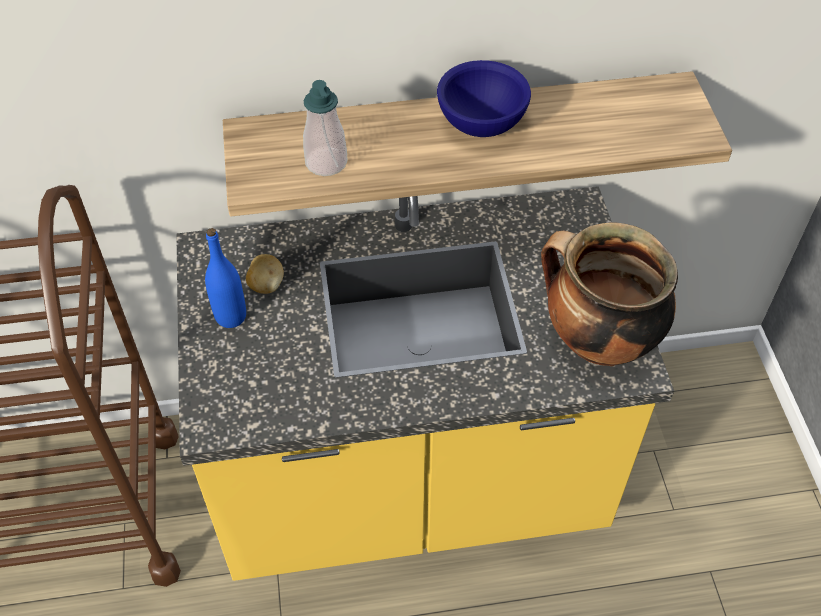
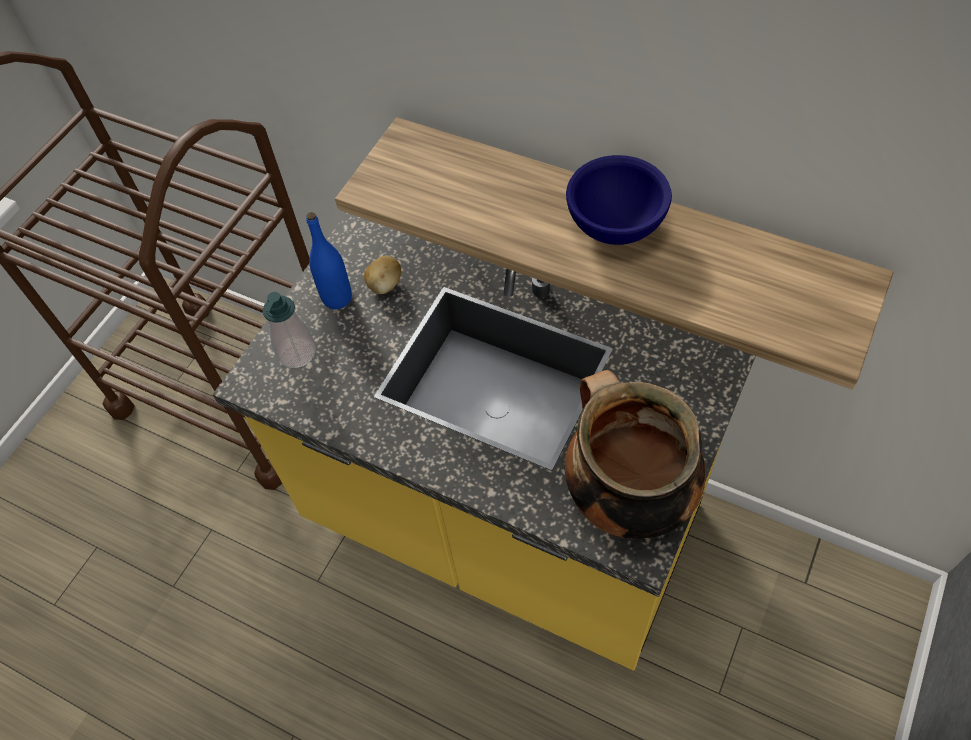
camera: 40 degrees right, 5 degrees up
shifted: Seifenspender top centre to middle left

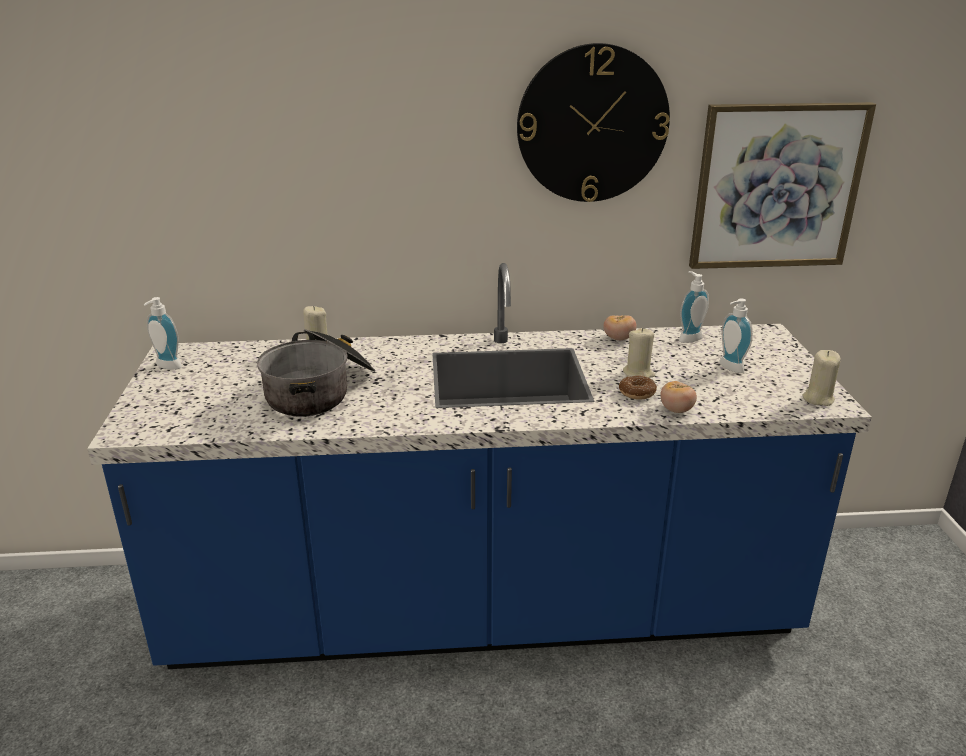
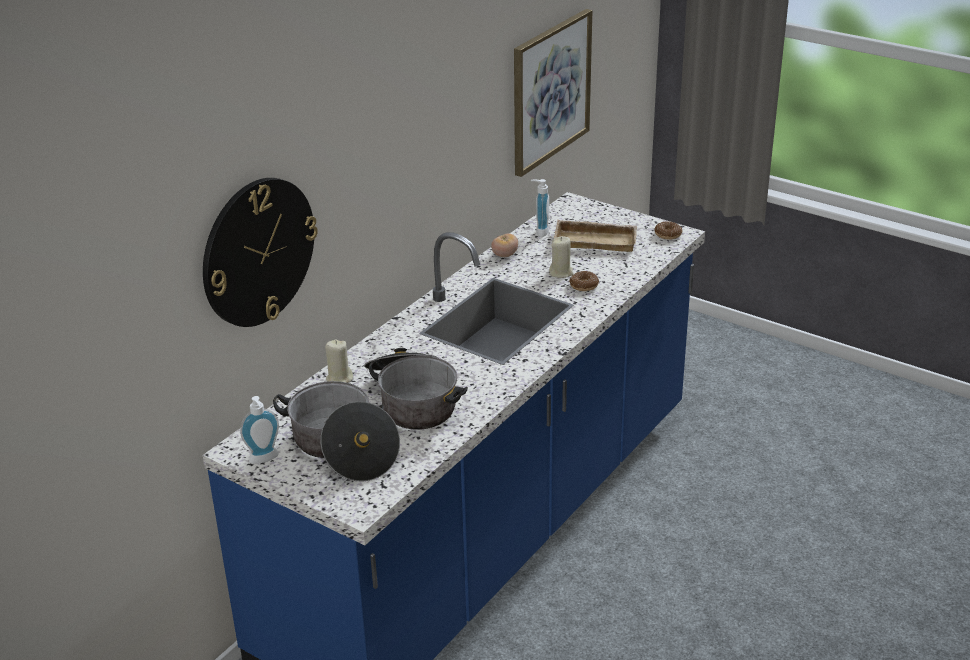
camera: 50 degrees left, 5 degrees up
gone: Tomate (no. 2 from left) middle right
new: Kochtopf (no. 1 from left) centre
shifted: Wanduhr top centre to middle left
swapped: Seifenspender (no. 3 from left) middle right to Tablett (beige) centre; Kerze (beige) (no. 3 from left) middle right to Donut (no. 2 from left) middle right

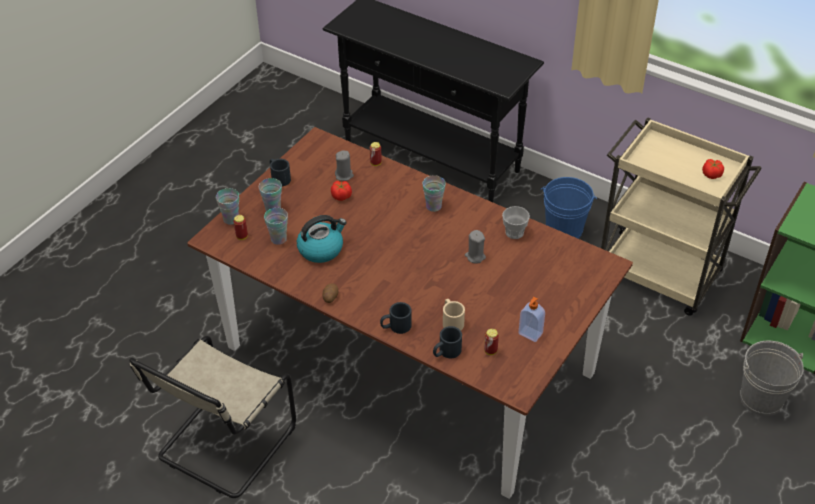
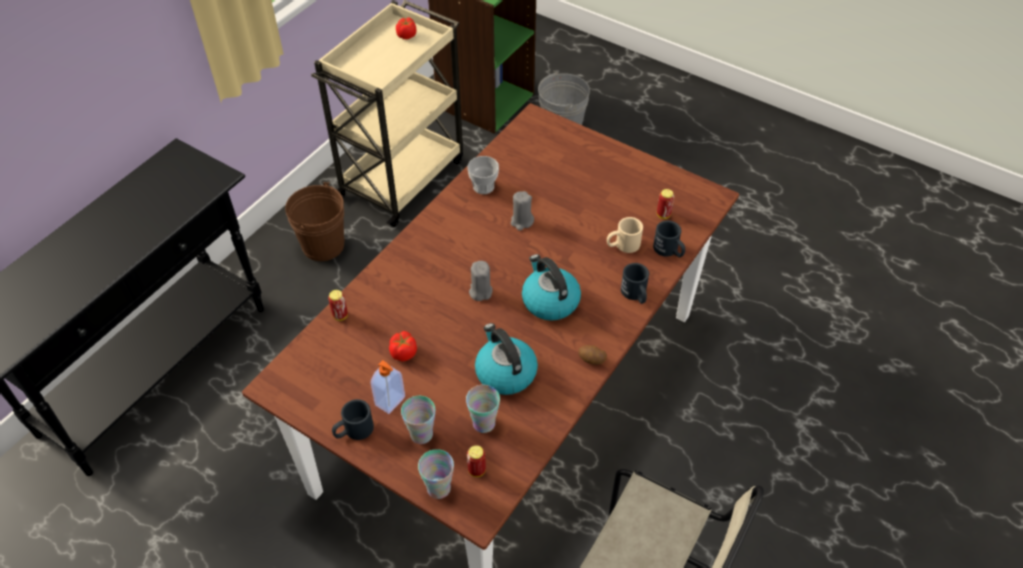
camera: 90 degrees left, 5 degrees up
gone: Tasse (no. 4 from left) centre
new: Wasserkessel (no. 2 from left) centre
shifted: Seifenspender centre to bottom centre; Kerze (grau) (no. 1 from left) top centre to centre
repainted: Eimer (blau) middle right to Eimer (braun) middle left

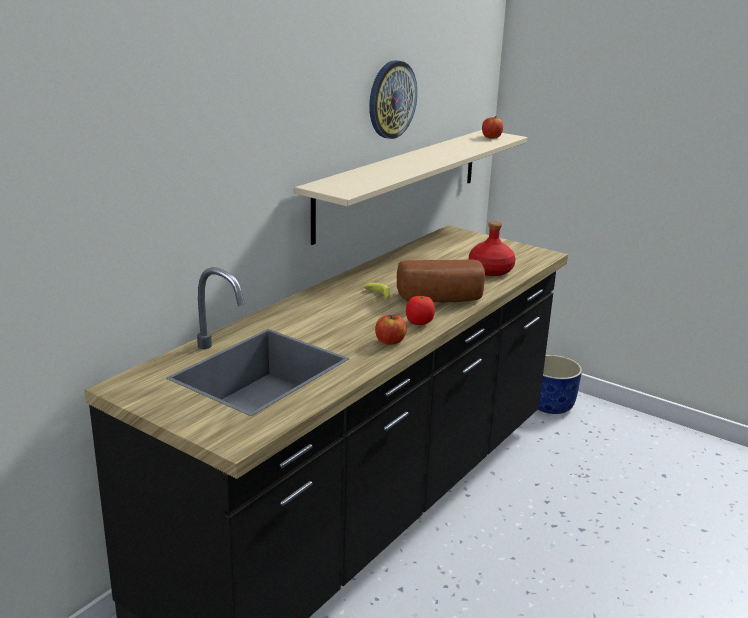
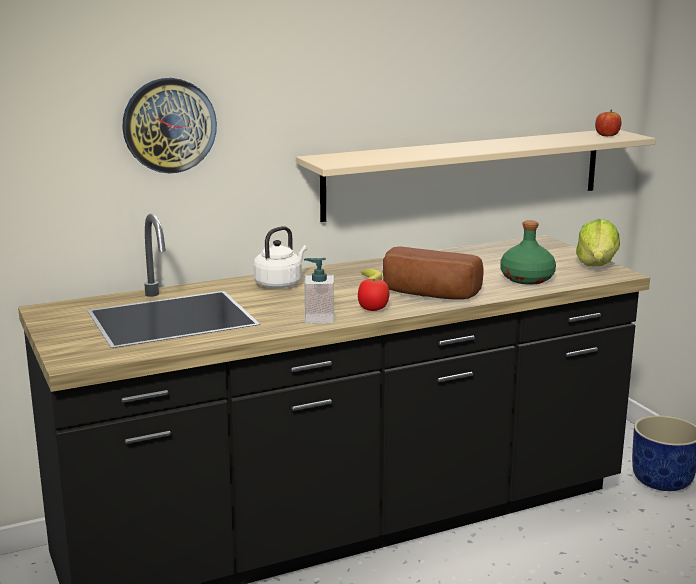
camera: 30 degrees right, 5 degrees down
new: Wasserkessel (weiß) centre; Salatkopf middle right
shifted: Wanduhr top centre to top left
swapped: Apfel (no. 1 from left) centre to Seifenspender centre
repainted: Flasche (rot) centre to Flasche (grün) middle right

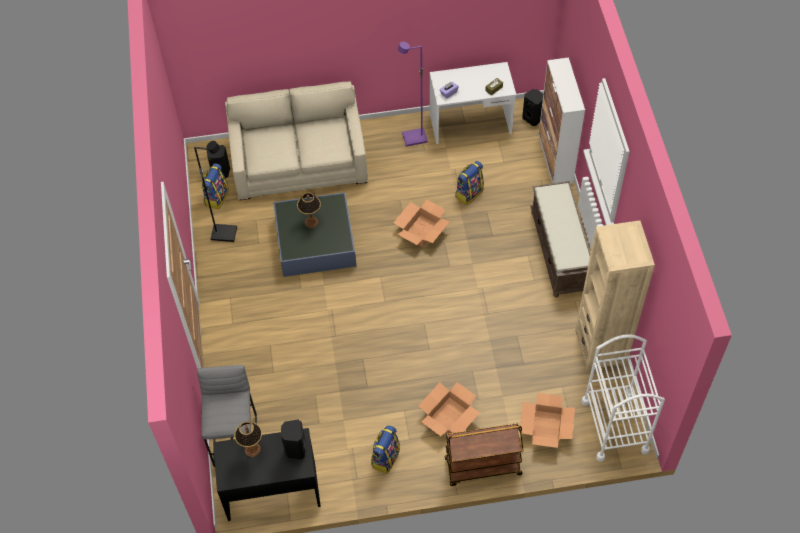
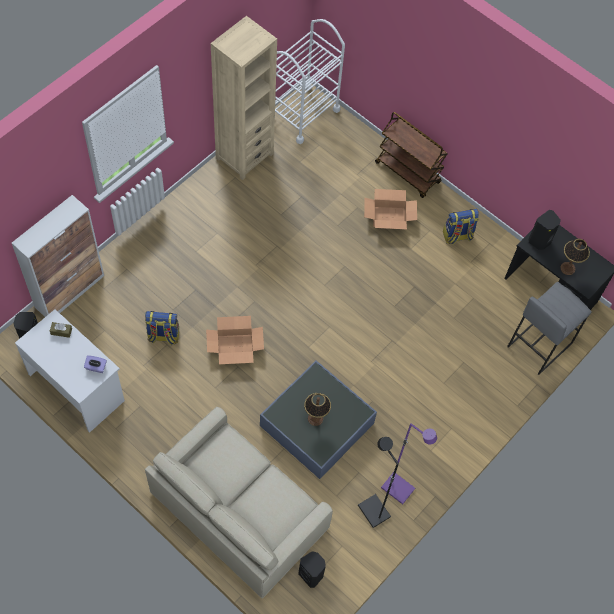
camera: 135 degrees left, 5 degrees up
gone: Rucksack (no. 1 from left) middle left; Karton (no. 3 from left) bottom right; Bank (braun) middle right
shifted: Stehlampe (lila) top centre to bottom centre

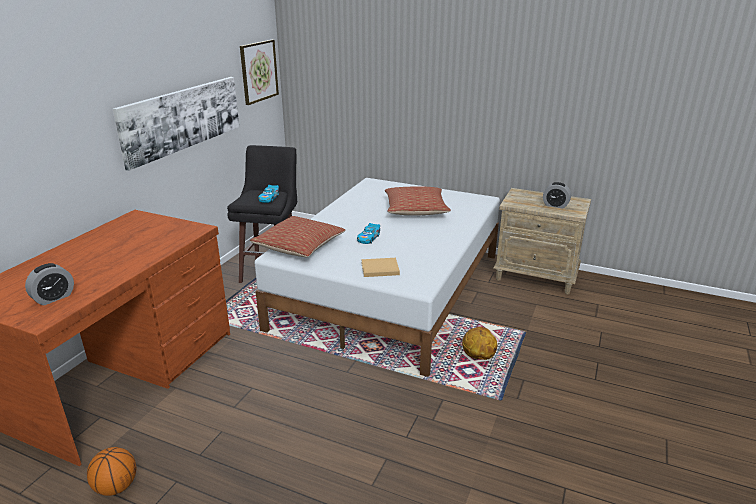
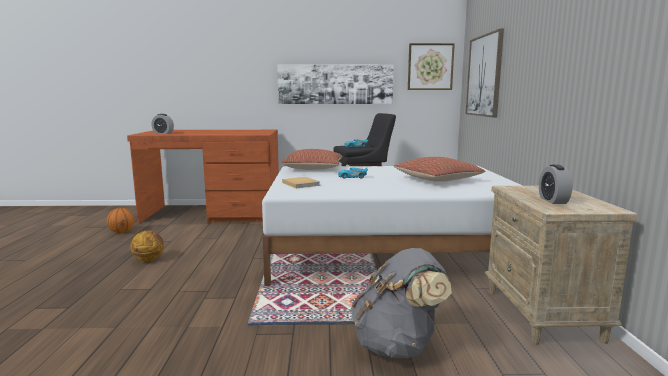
camera: 65 degrees right, 15 degrees down
new: Rucksack (grau) bottom centre; Bild (no. 3 from left) top right
shifted: Basketball (no. 2 from left) bottom centre to middle left

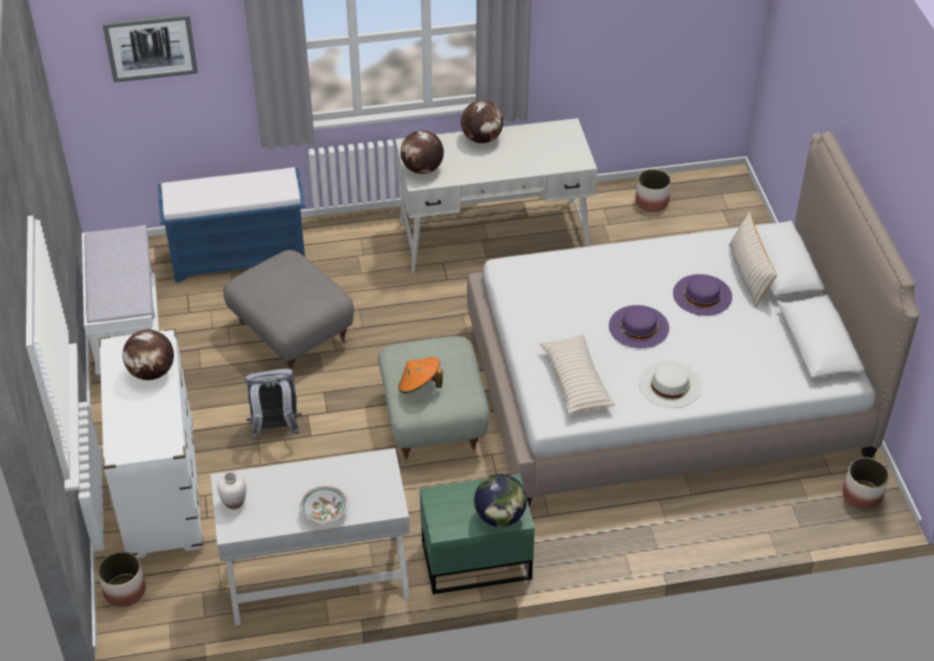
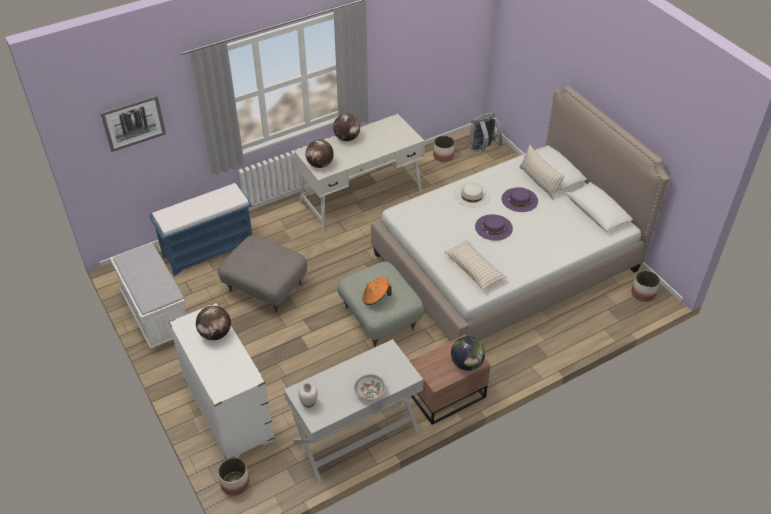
camera: 20 degrees left, 0 degrees up
shifted: Hut (weiß) middle right to centre; Rucksack (grau) middle left to top centre
repainted: Nachttisch (grün) bottom centre to Nachttisch (braun) bottom centre

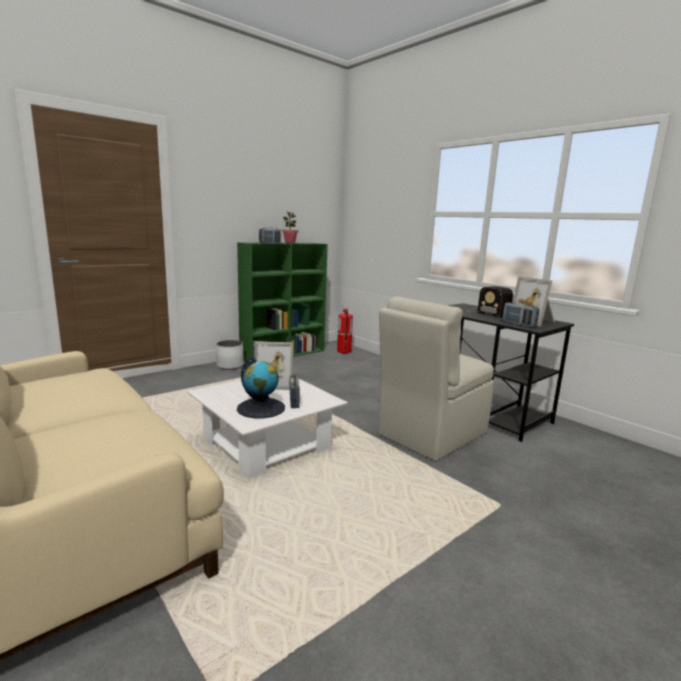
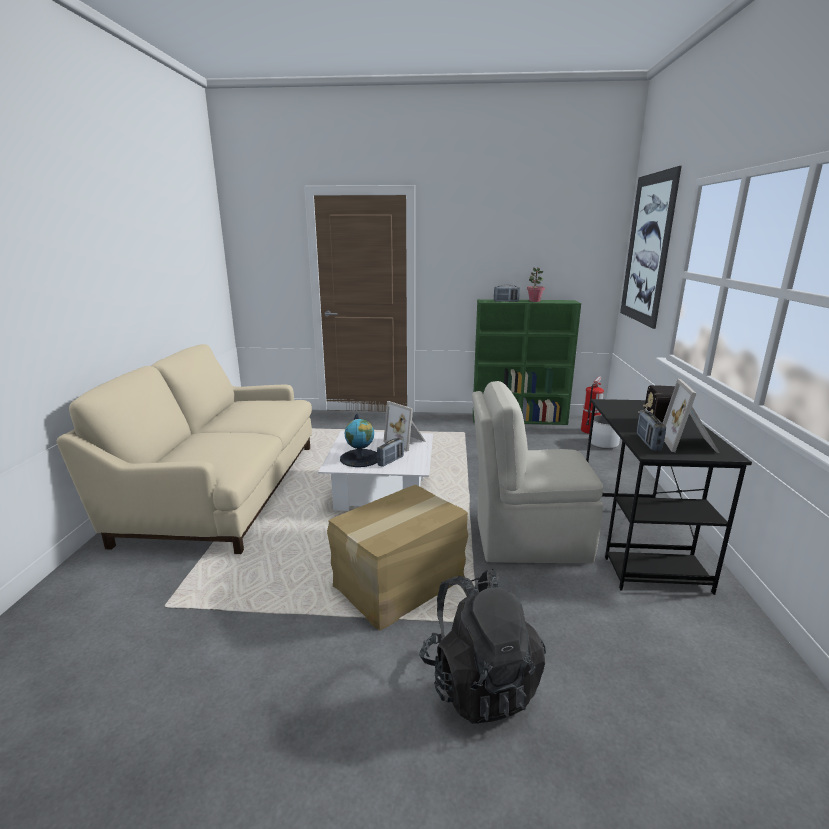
camera: 45 degrees right, 5 degrees up
new: Karton bottom centre; Rucksack (schwarz) bottom centre; Bild top right
shifted: Pflanzkübel (weiß) centre to middle right

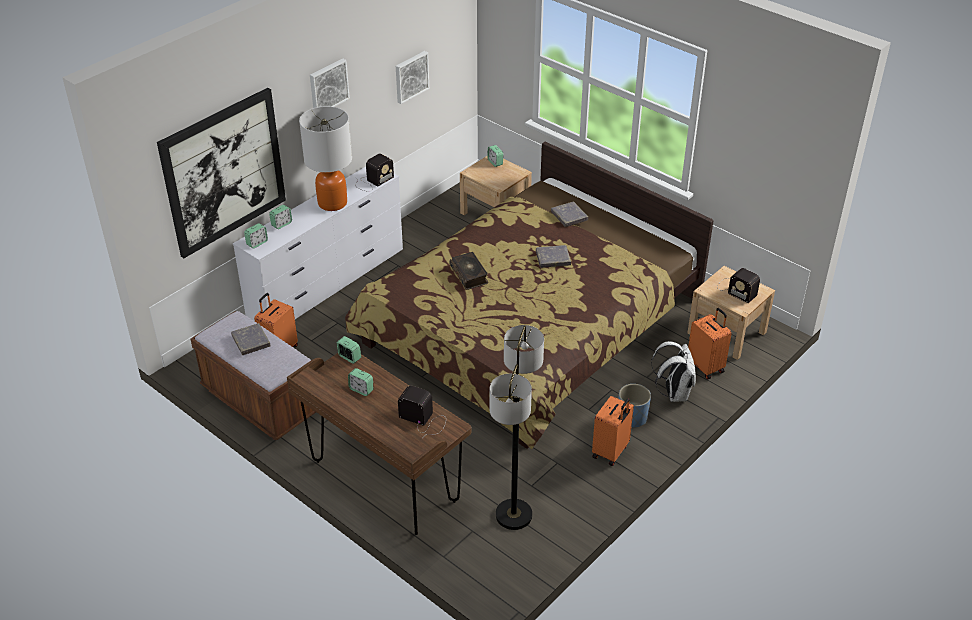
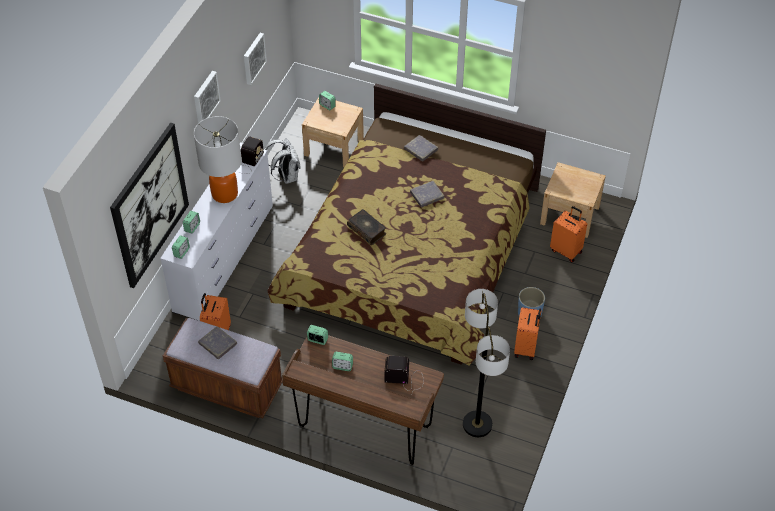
camera: 20 degrees left, 10 degrees up
gone: Radio (no. 3 from left) middle right
shifted: Rucksack (weiß) middle right to top centre

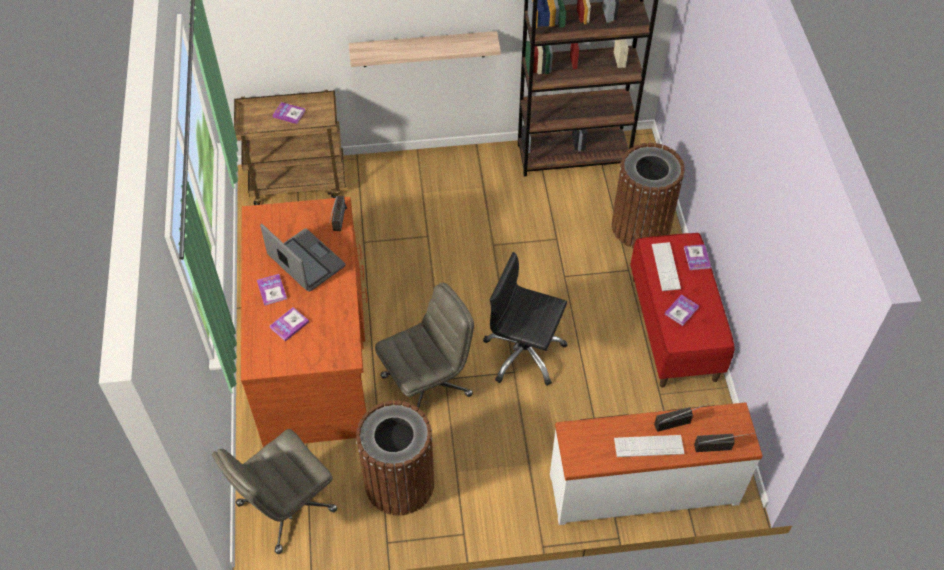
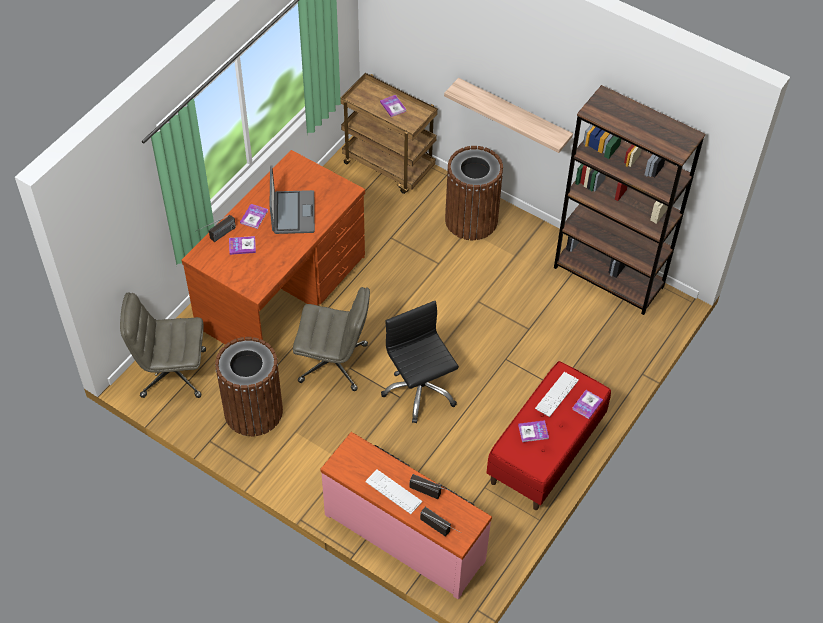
camera: 40 degrees right, 0 degrees up
shifted: Radio (no. 1 from left) centre to middle left; Mülleimer (braun) (no. 2 from left) middle right to top centre
repainted: Kommode (weiß) bottom right to Kommode (rosa) bottom centre

